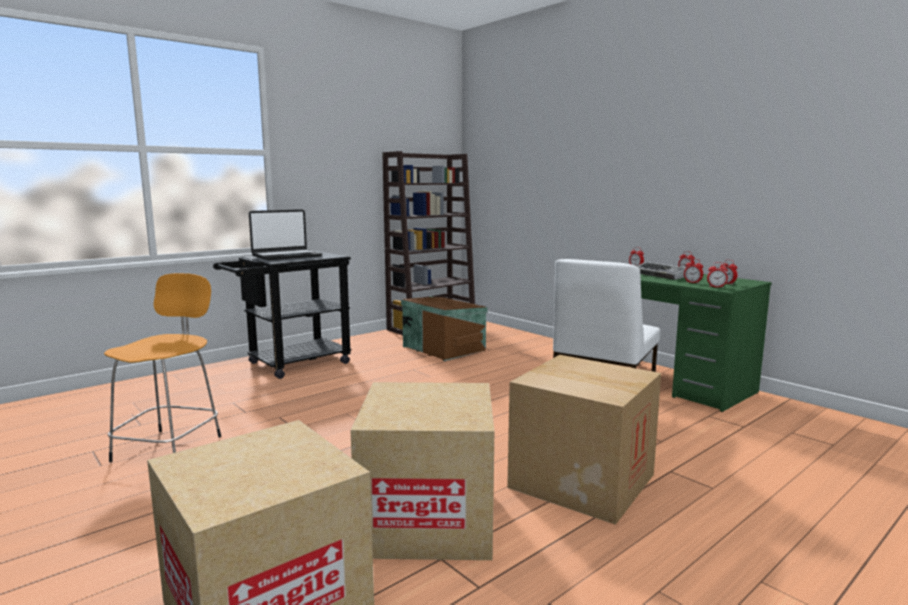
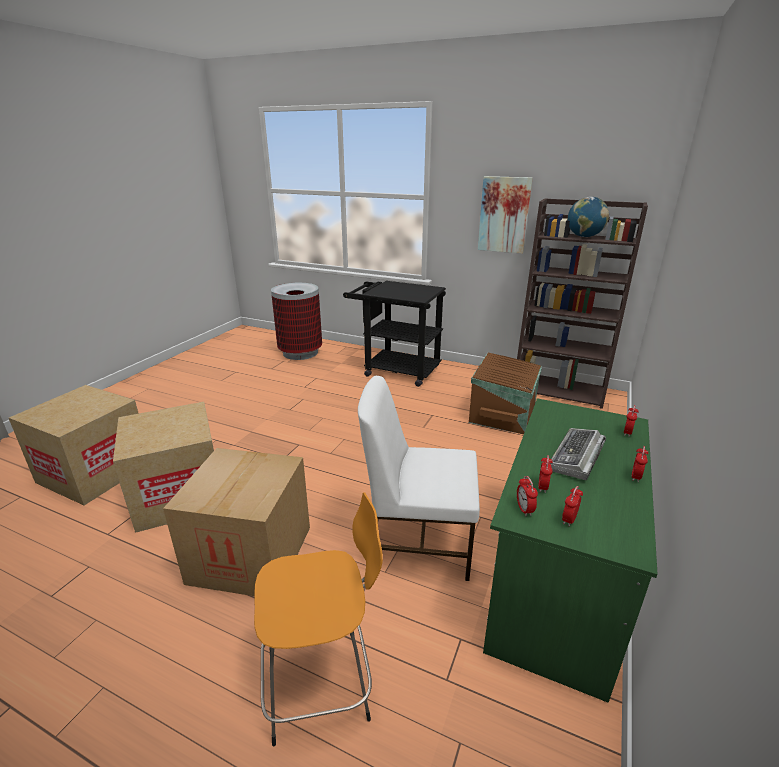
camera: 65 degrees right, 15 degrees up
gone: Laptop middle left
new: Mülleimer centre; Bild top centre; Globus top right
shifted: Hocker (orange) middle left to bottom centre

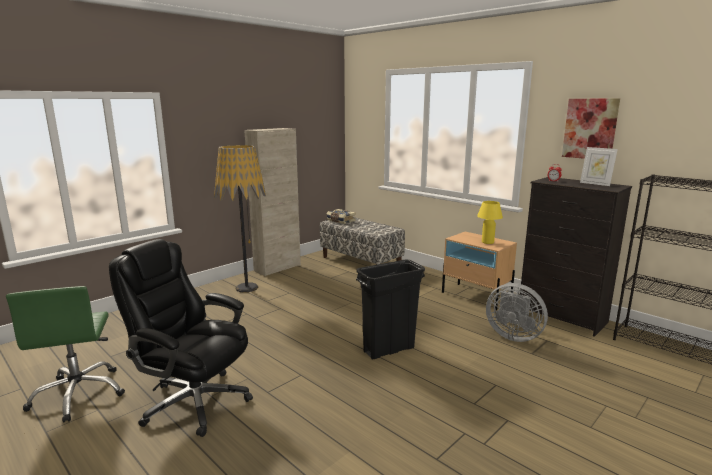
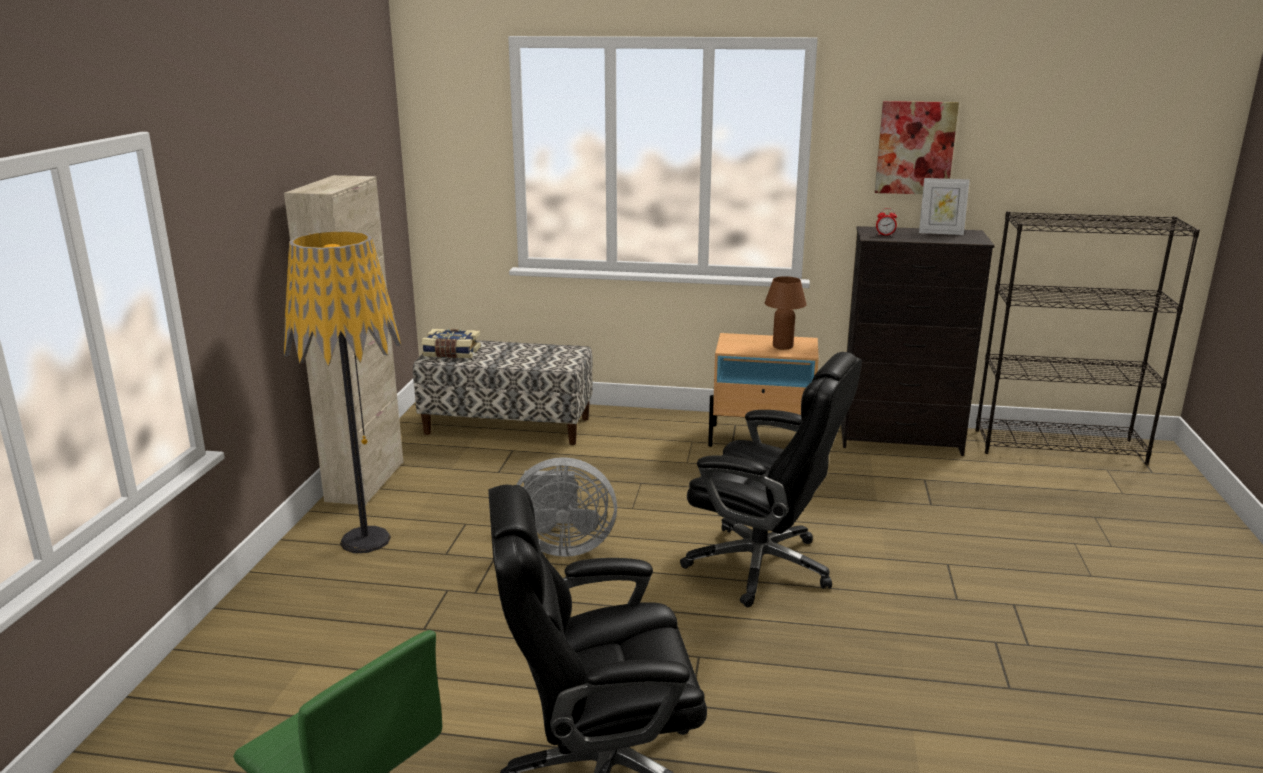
camera: 35 degrees left, 5 degrees up
shifted: Ventilator (grau) middle right to centre
swapped: Mülleimer (schwarz) centre to Bürostuhl (schwarz) (no. 2 from left) centre
repainted: Tischlampe (gelb) middle right to Tischlampe (braun) centre

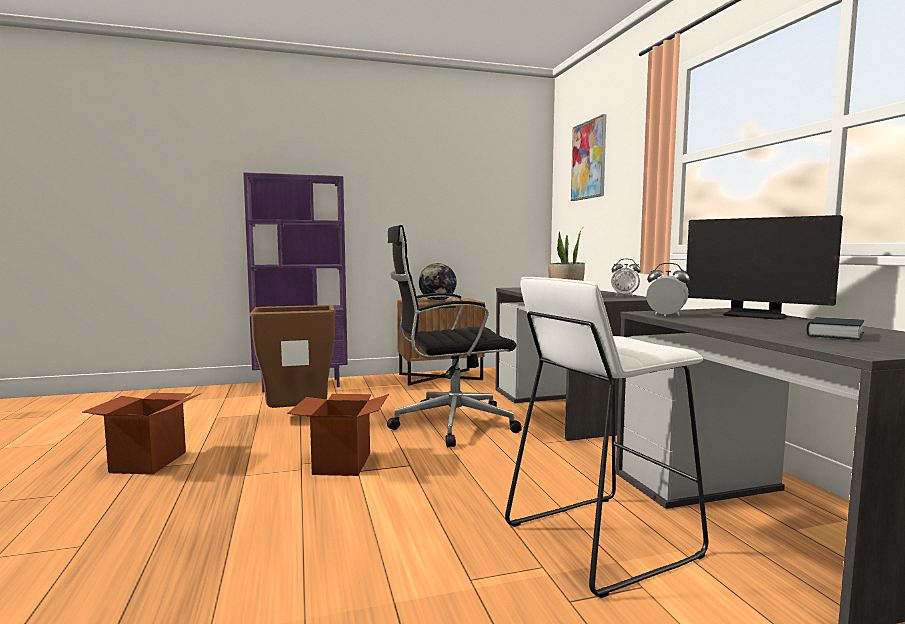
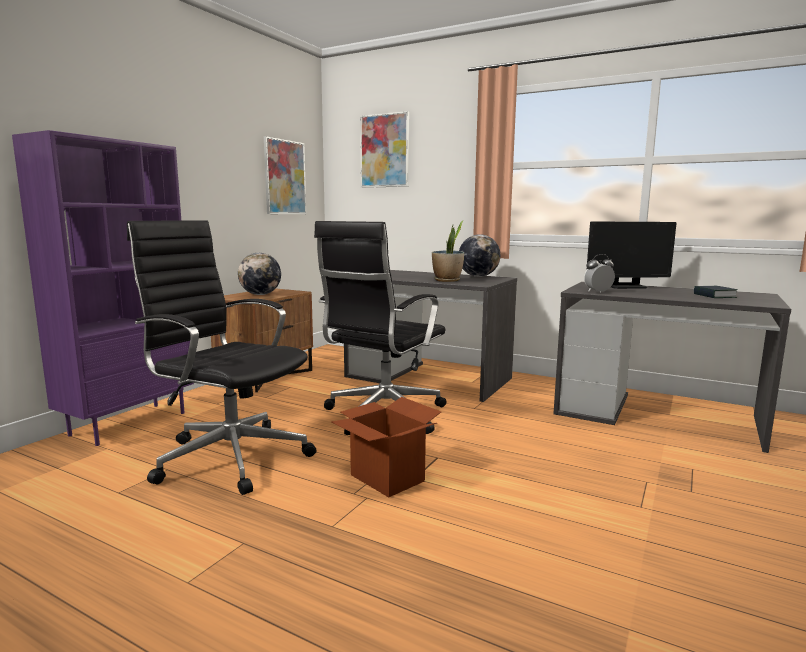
camera: 45 degrees left, 5 degrees up
gone: Karton (no. 1 from left) bottom left; Hocker (weiß) bottom right
new: Bild (no. 1 from left) top centre
swapped: Mülleimer (braun) middle left to Bürostuhl (schwarz) (no. 1 from left) middle left; Wecker (no. 1 from left) middle right to Globus (no. 2 from left) centre

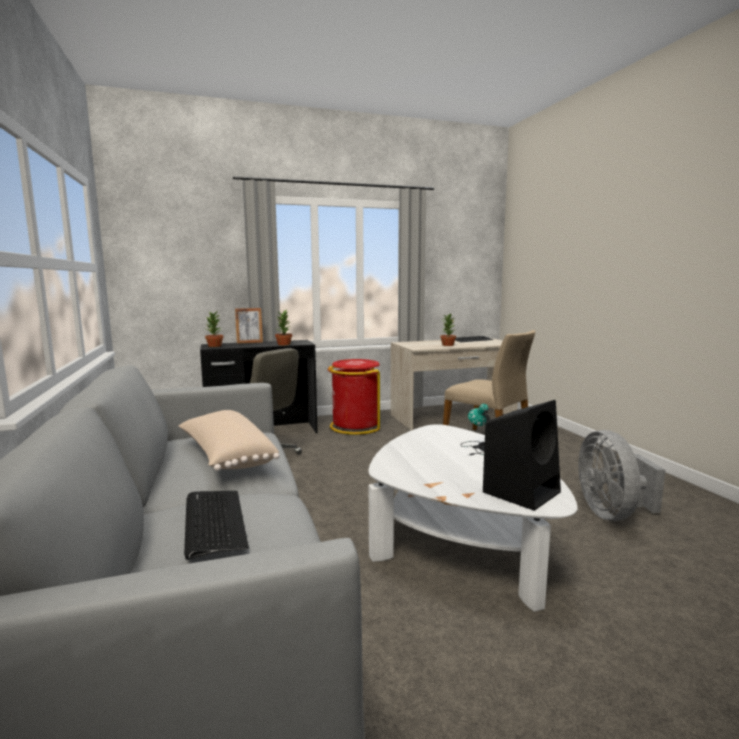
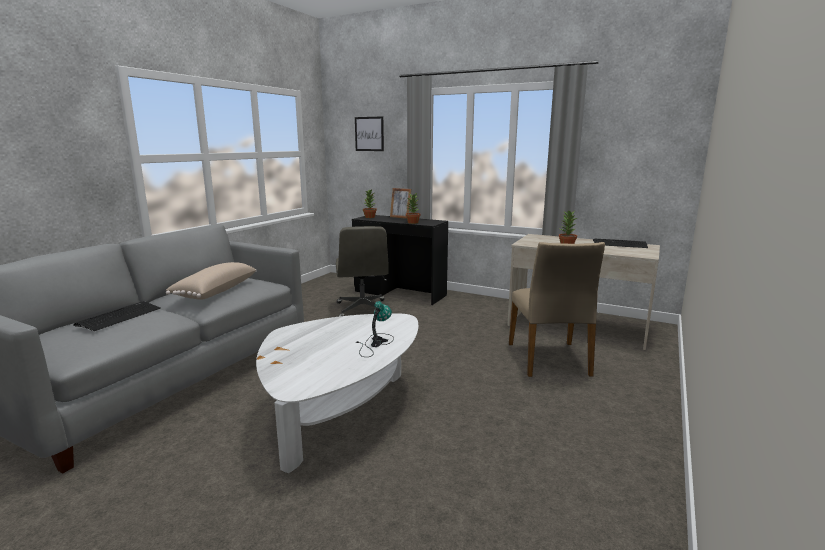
camera: 45 degrees right, 5 degrees up
gone: Mülleimer (rot) centre; Lautsprecher (schwarz) middle right; Ventilator (grau) middle right
new: Bild top centre

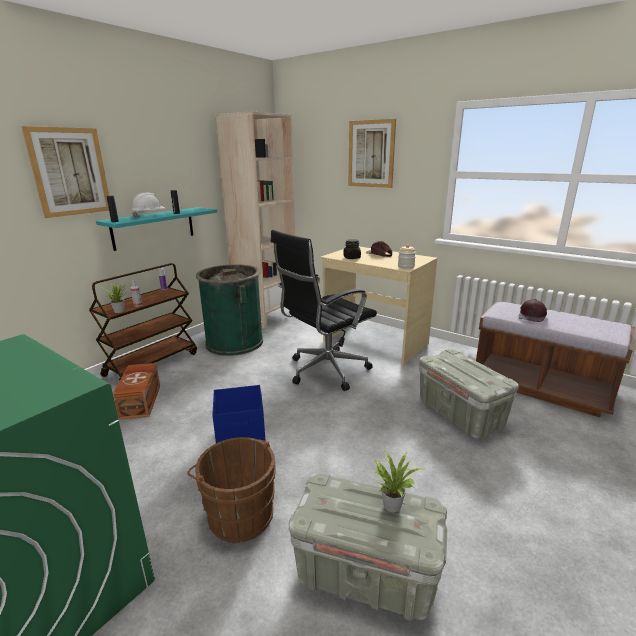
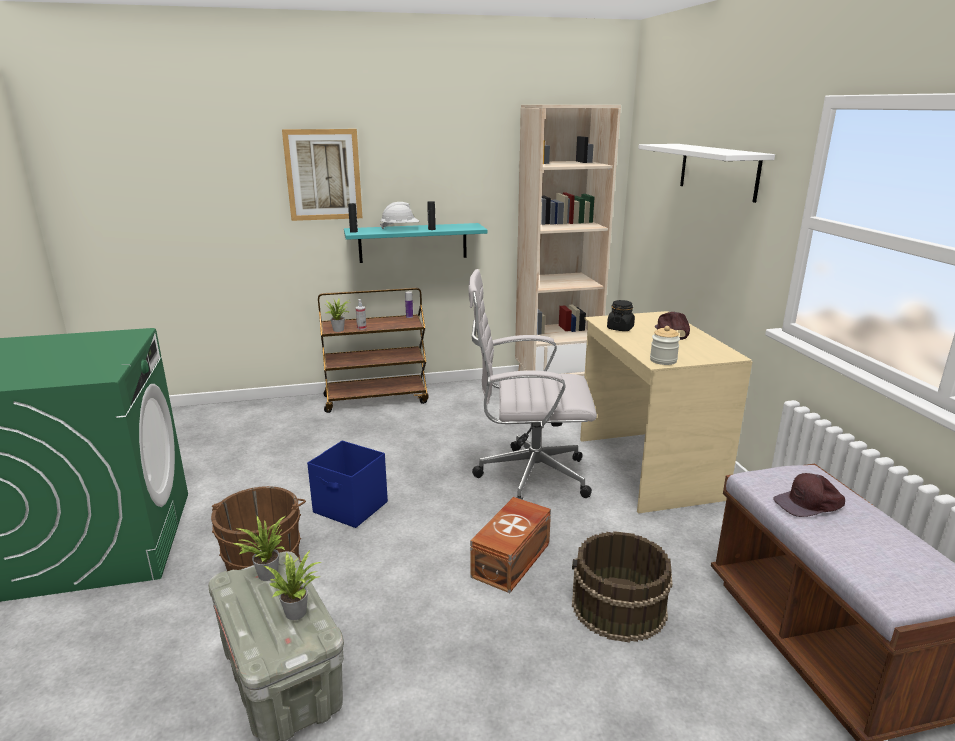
camera: 40 degrees right, 0 degrees up
gone: Mülleimer (grün) centre
new: Topfpflanze (no. 1 from left) bottom left
shifted: Aufbewahrungsbox (braun) middle left to bottom centre
swapped: Aufbewahrungsbox (grau) (no. 2 from left) middle right to Eimer (braun) (no. 2 from left) bottom centre; Bild (no. 2 from left) top centre to Wandregal (weiß) top right
repainted: Bürostuhl (schwarz) centre to Bürostuhl (weiß) centre

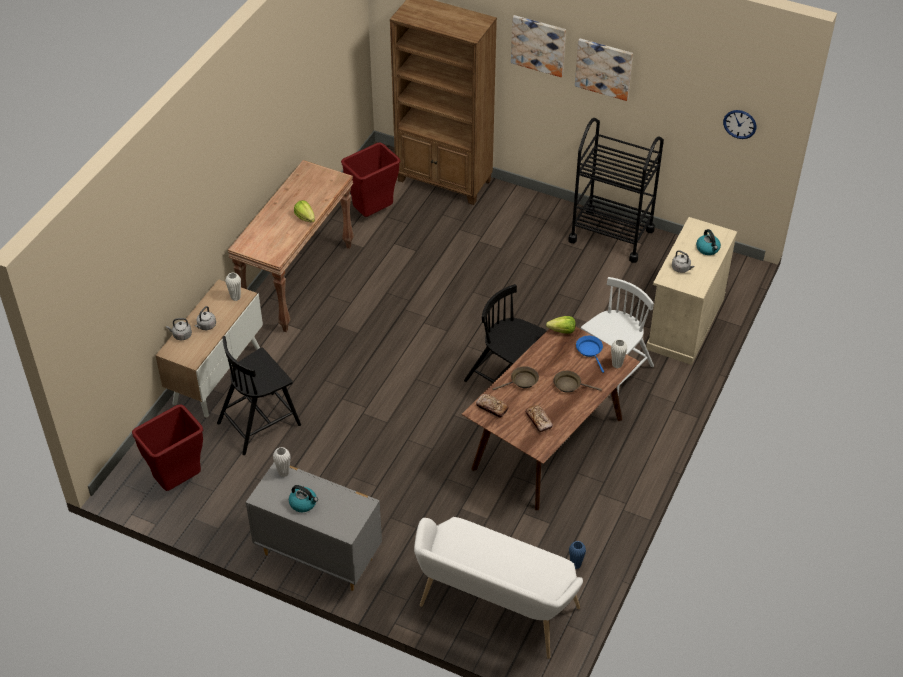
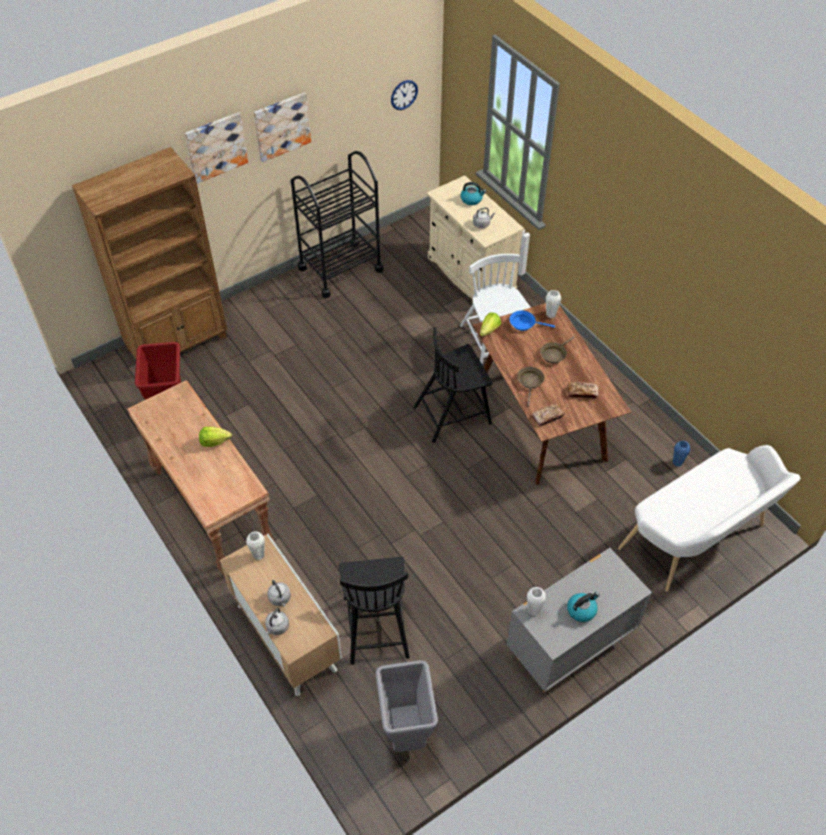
camera: 60 degrees left, 5 degrees up
repainted: Mülleimer (rot) (no. 1 from left) middle left to Mülleimer (grau) bottom centre

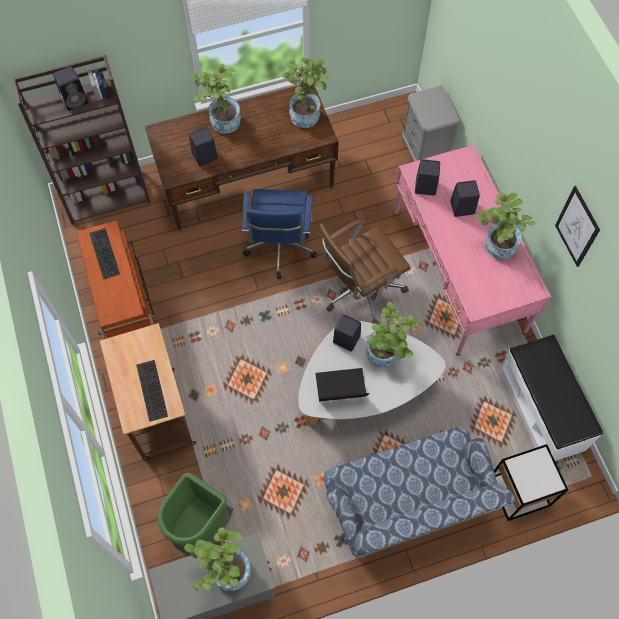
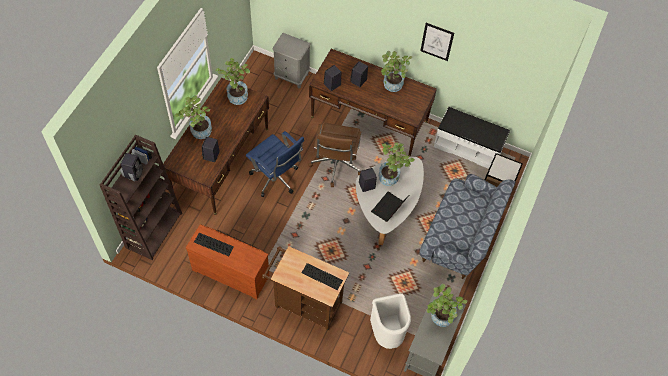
camera: 50 degrees left, 5 degrees down
repainted: Schreibtisch (rosa) middle right to Schreibtisch (braun) (no. 2 from left) top centre; Mülleimer (grün) bottom left to Mülleimer (weiß) bottom centre

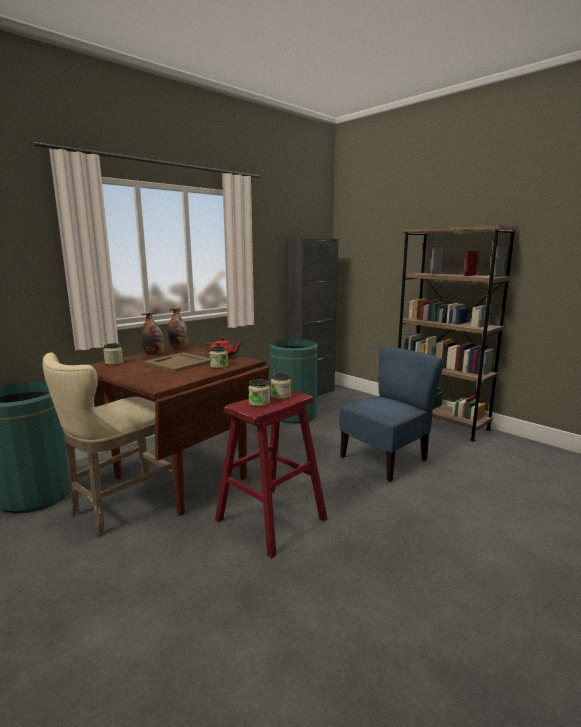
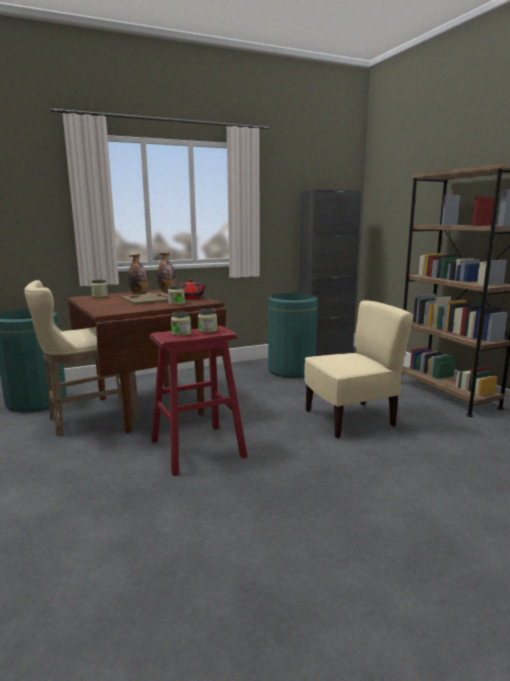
camera: 20 degrees right, 0 degrees up
repainted: Stuhl (blau) middle right to Stuhl (beige) middle right

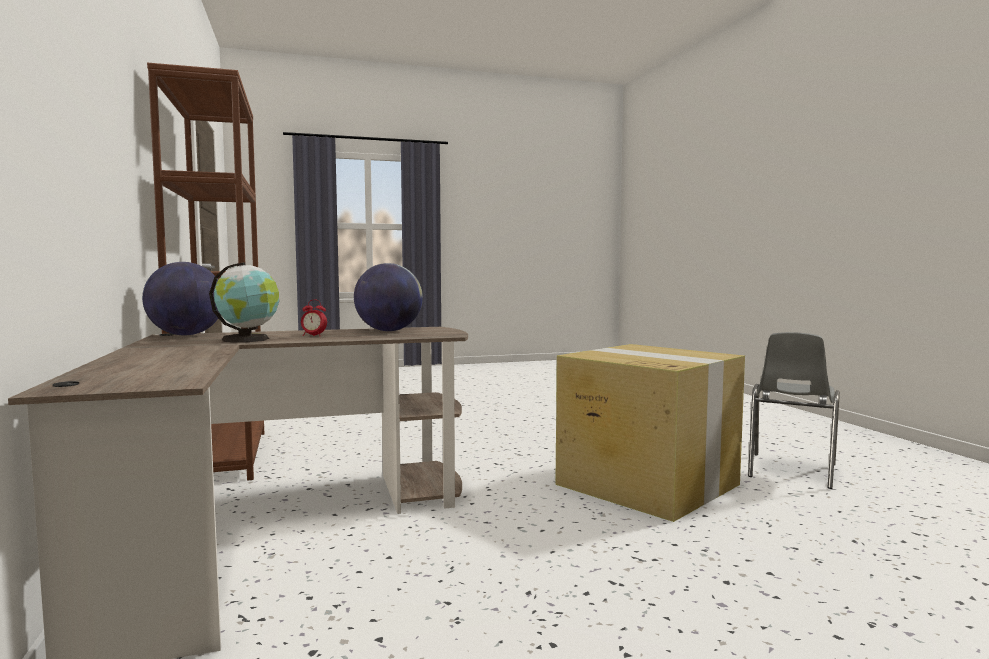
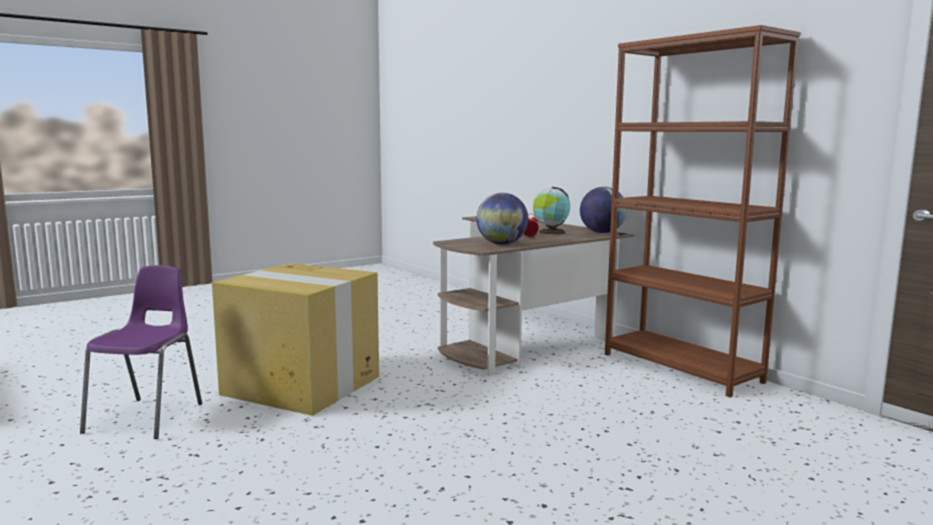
camera: 160 degrees right, 5 degrees up
repainted: Stuhl (grau) middle right to Stuhl (lila) bottom left

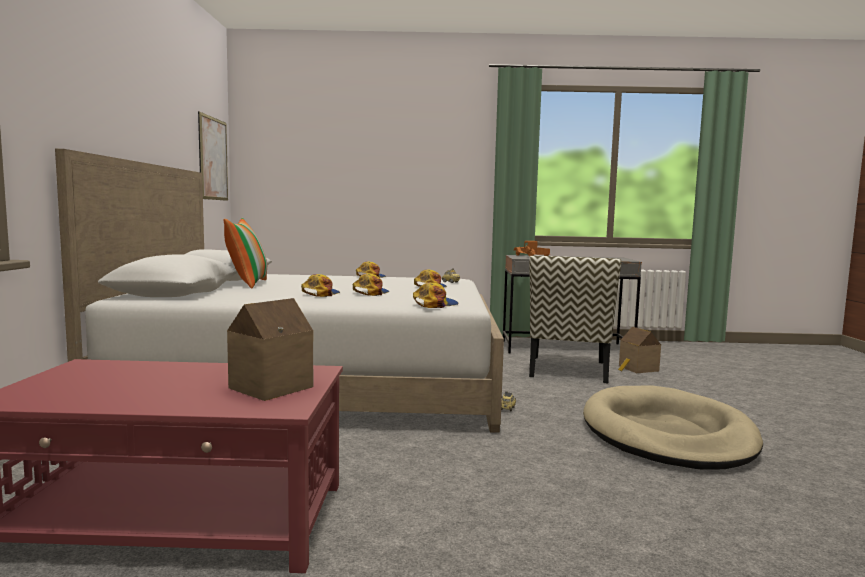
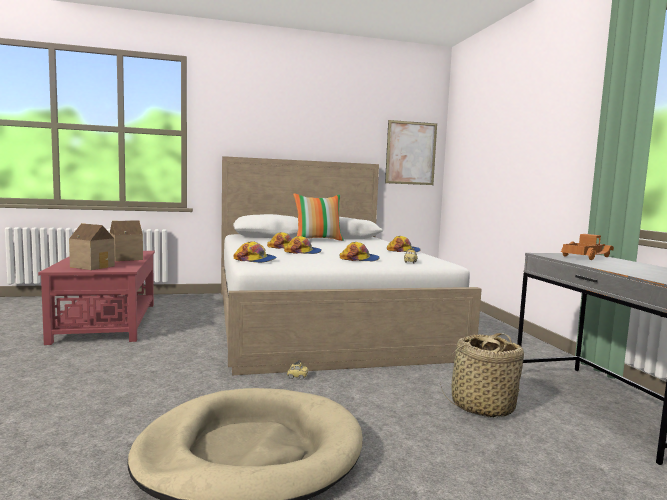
camera: 75 degrees right, 0 degrees up
shifted: Spielzeughaus (no. 2 from left) middle right to middle left
swapped: Stuhl centre to Korb bottom right

